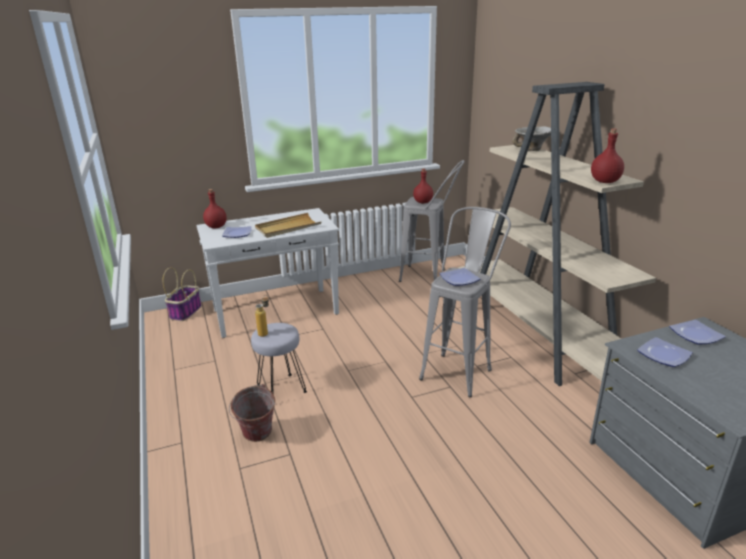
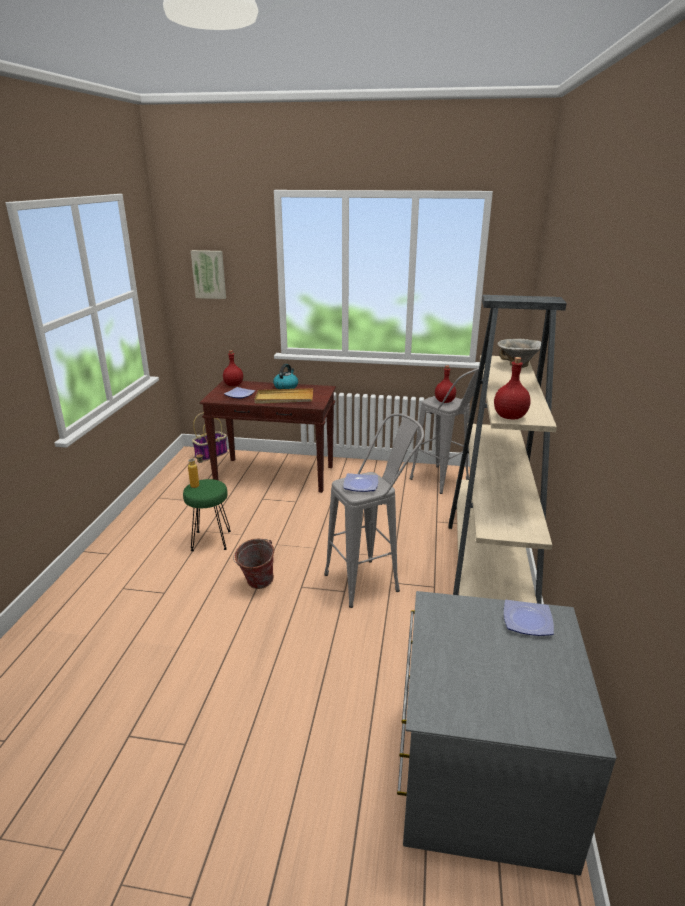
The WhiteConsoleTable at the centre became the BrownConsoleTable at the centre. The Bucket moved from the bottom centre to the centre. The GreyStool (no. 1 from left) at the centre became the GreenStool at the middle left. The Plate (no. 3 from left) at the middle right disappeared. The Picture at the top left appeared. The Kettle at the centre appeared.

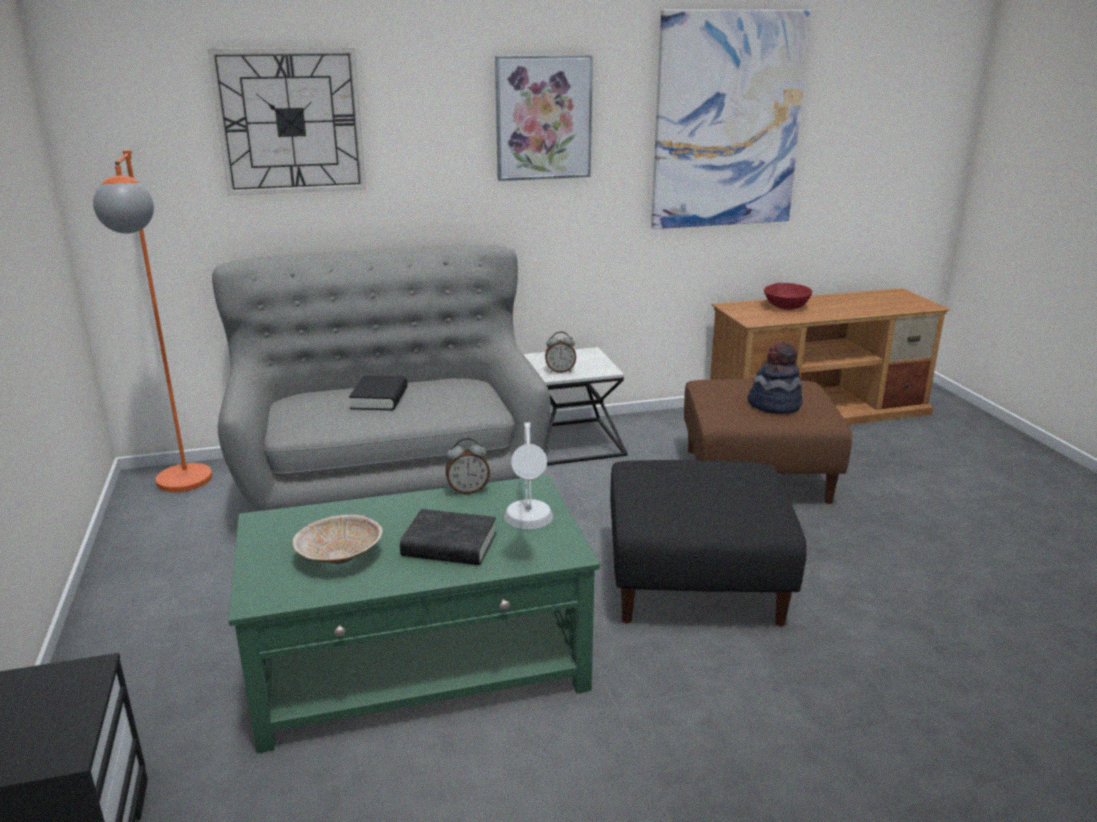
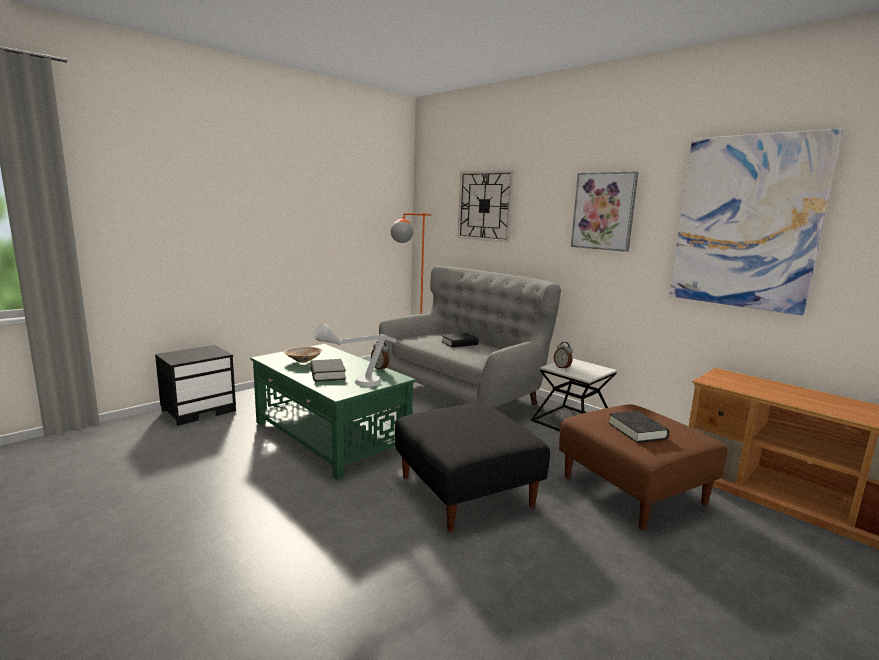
The Hat at the middle right was replaced by the BlackBook (no. 3 from left) at the middle right. The RedBowl at the middle right disappeared.

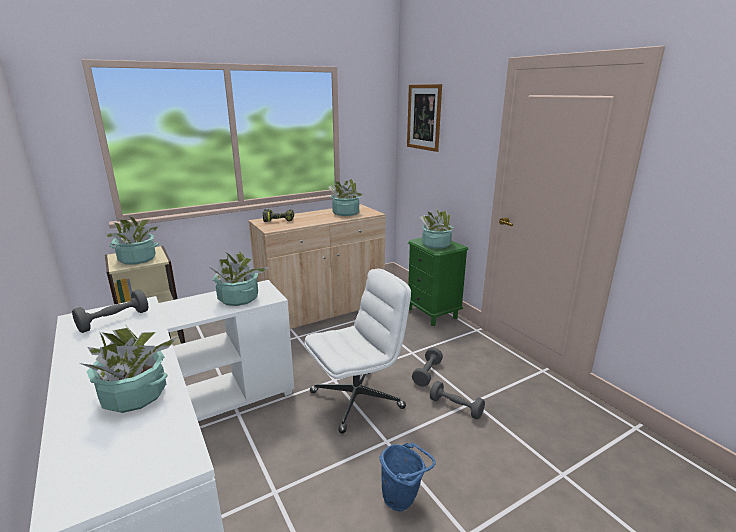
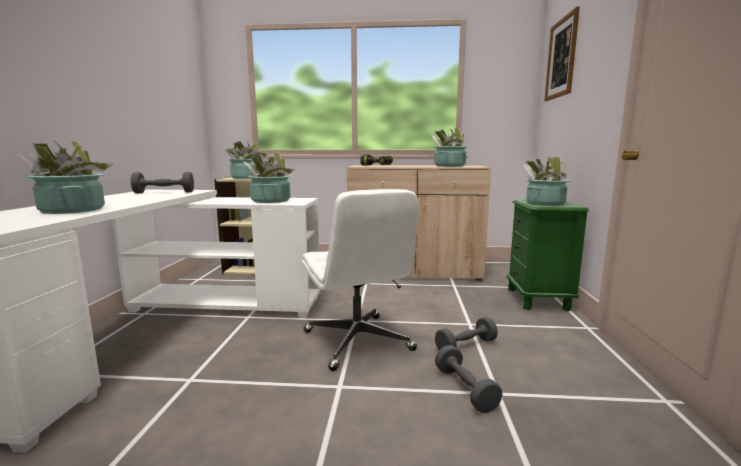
The WhiteOfficeChair at the centre turned 60 degrees clockwise. The BlueBucket at the bottom centre disappeared.

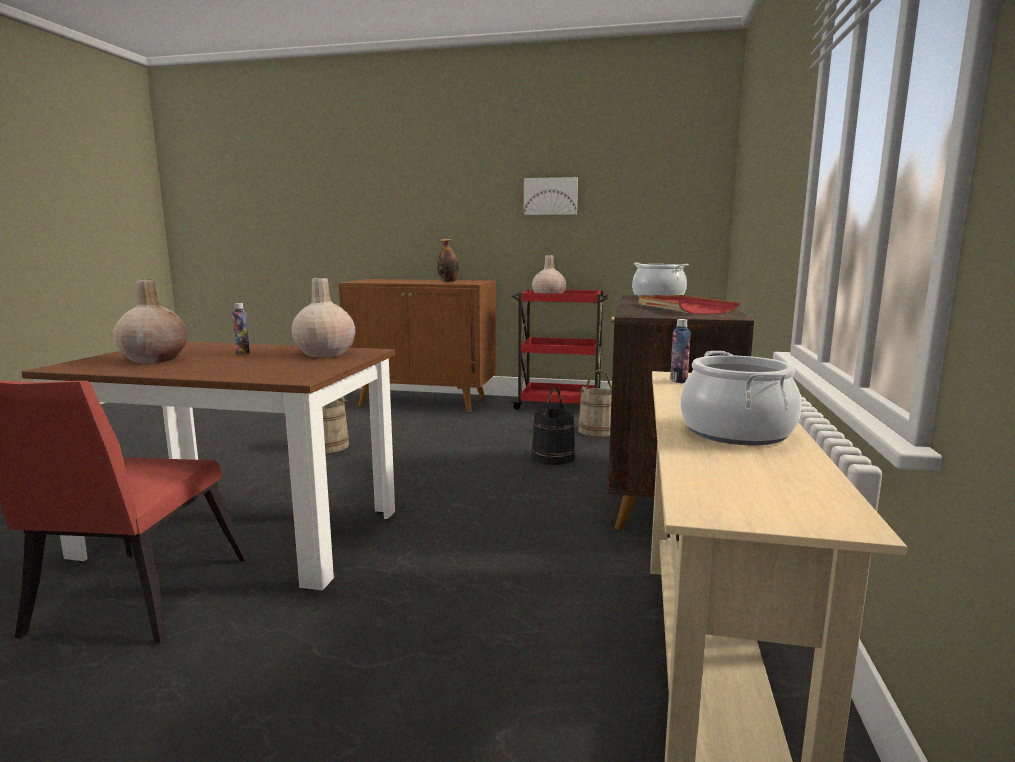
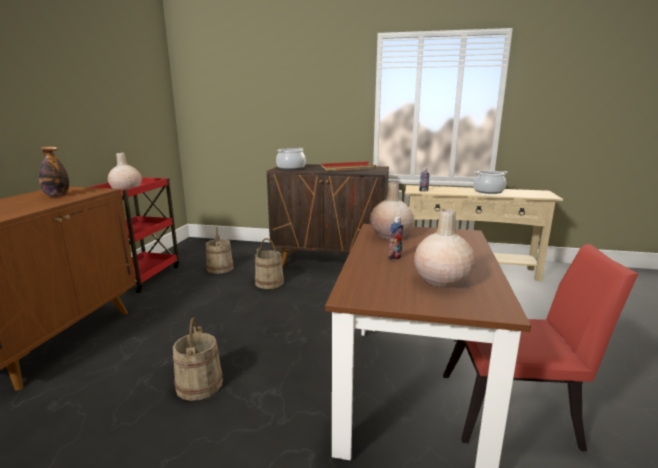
The Picture at the top centre disappeared. The BlackBucket at the centre became the BeigeBucket (no. 3 from left) at the centre.

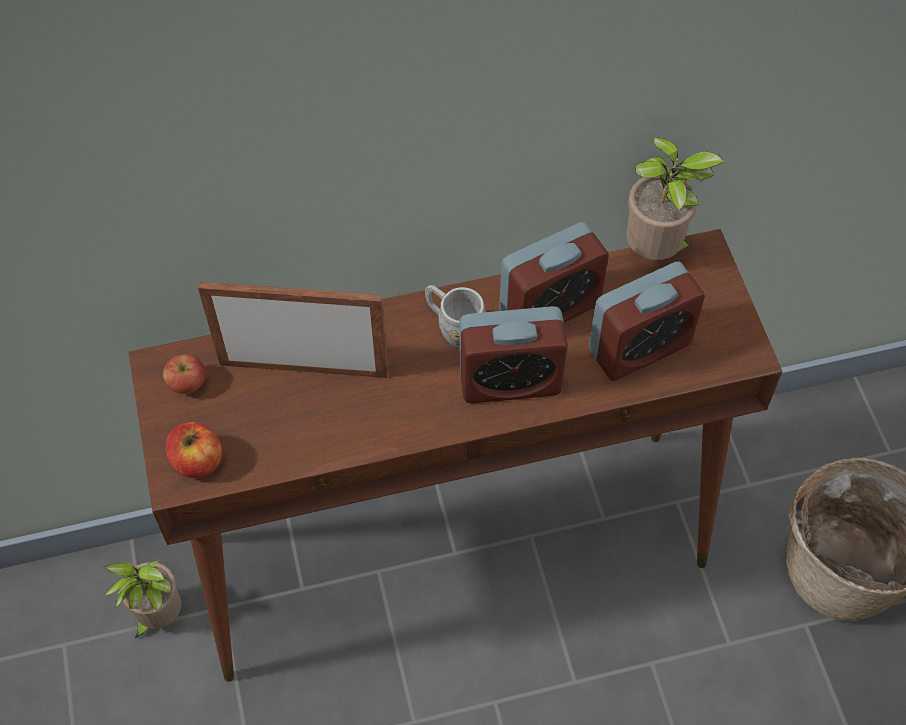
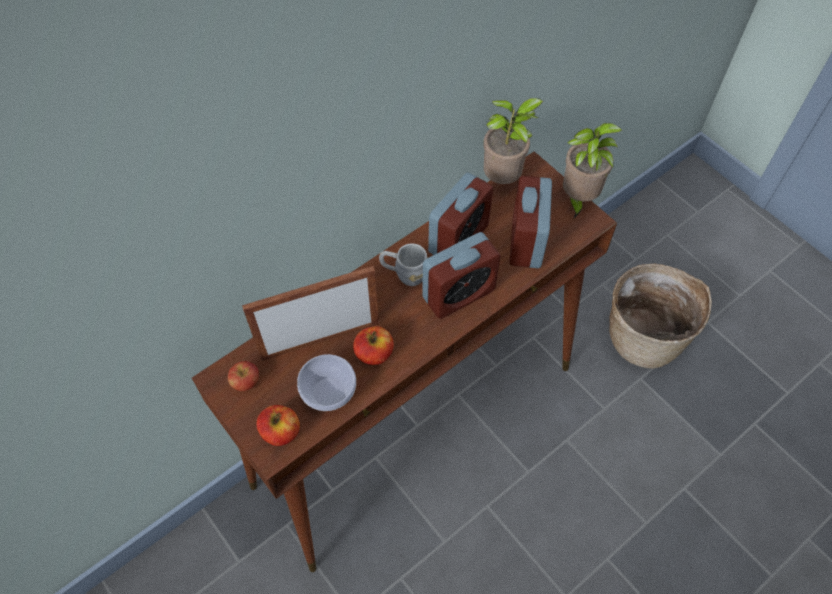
The PottedPlant (no. 1 from left in the first image) moved from the bottom left to the top right. The AlarmClock (no. 3 from left) at the middle right turned 150 degrees clockwise. The Bowl at the centre appeared. The Apple (no. 3 from left) at the centre appeared.

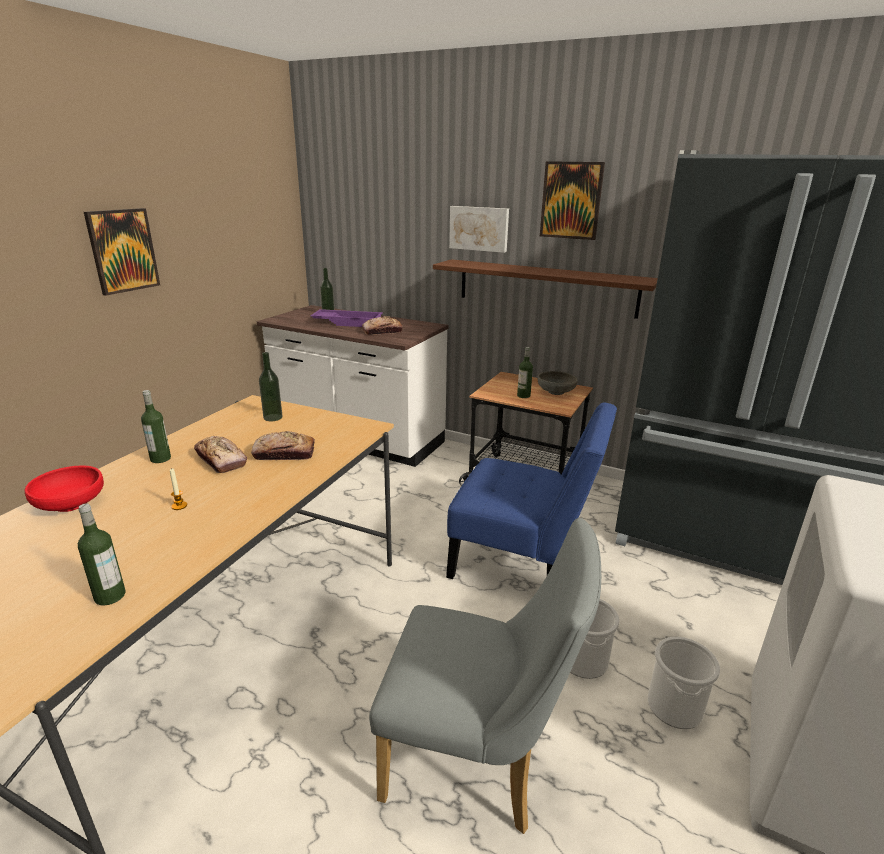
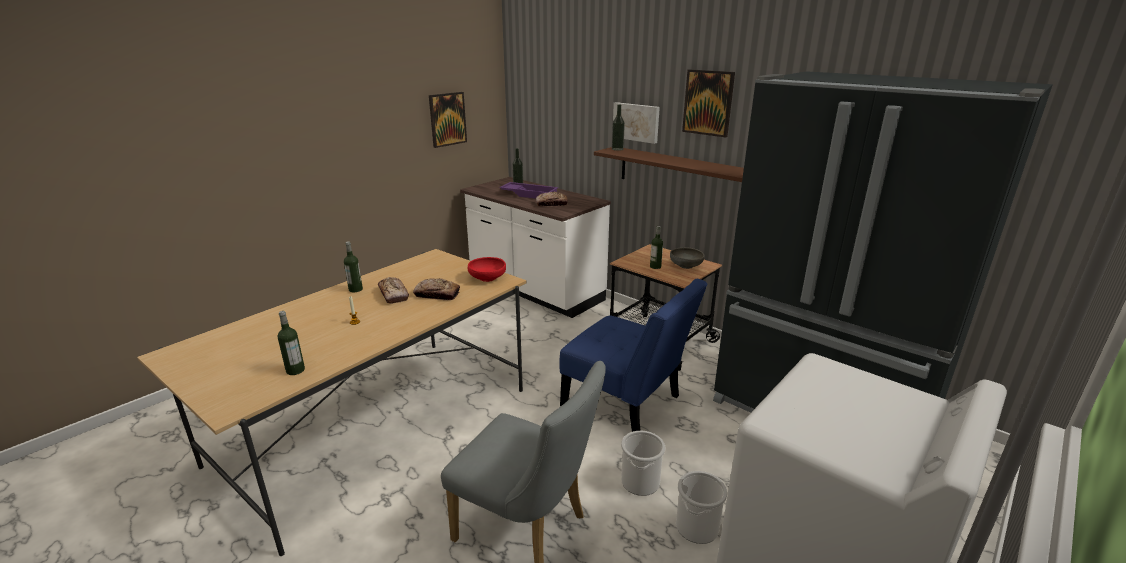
The RedBowl moved from the middle left to the centre. The Picture (no. 1 from left) moved from the top left to the top centre. The Bottle (no. 3 from left in the first image) moved from the middle left to the top centre.

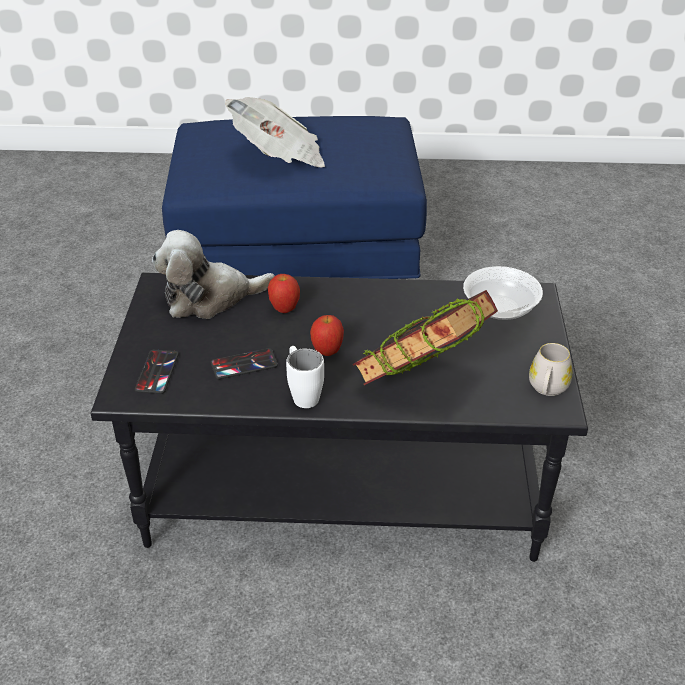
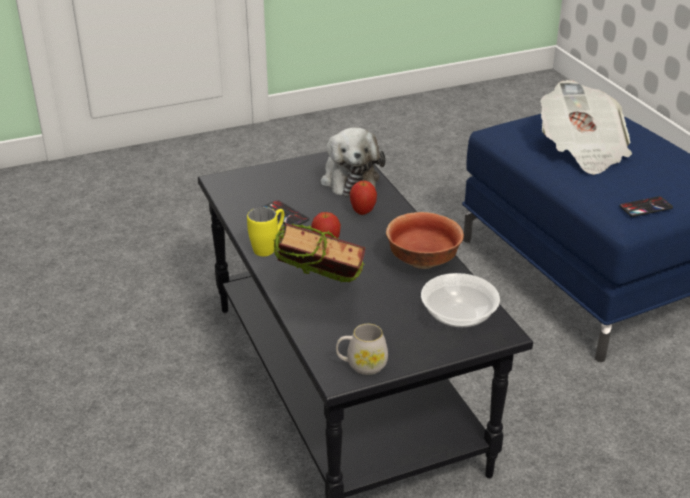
The Phone (no. 1 from left in the first image) moved from the middle left to the middle right. The PlushToy at the middle left turned 150 degrees counterclockwise. The WhiteMug (no. 1 from left) at the centre became the YellowMug at the centre. The Bowl (no. 1 from left) at the centre appeared.

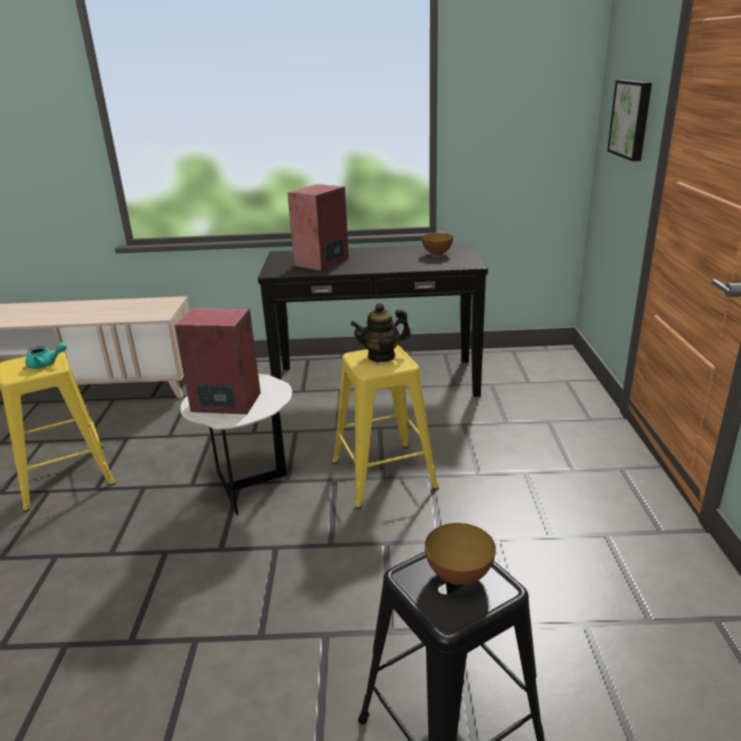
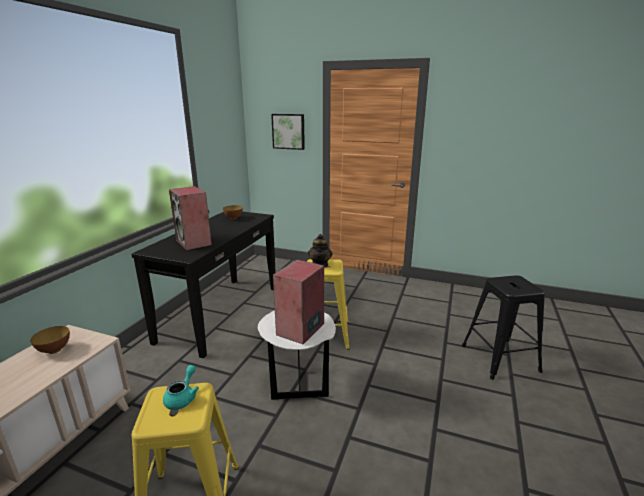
The Bowl (no. 2 from left in the first image) moved from the bottom centre to the bottom left.

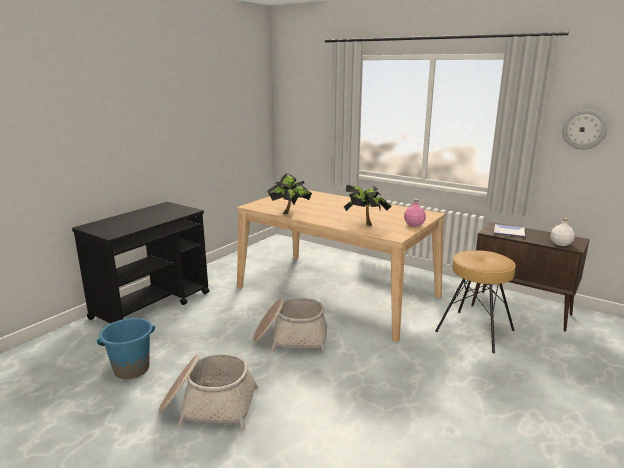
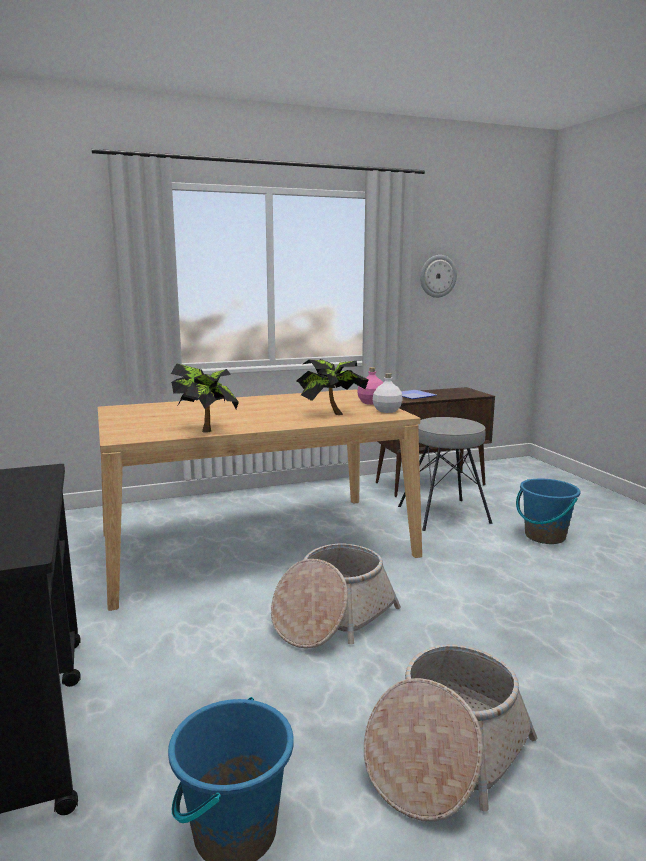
The BrownStool at the middle right became the GreyStool at the middle right. The WhiteBottle moved from the middle right to the centre. The BlueBucket (no. 2 from left) at the middle right appeared.

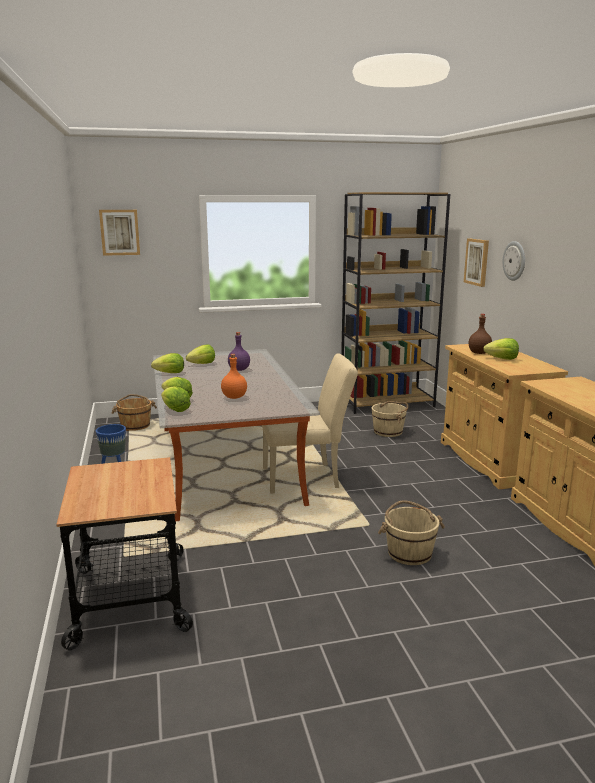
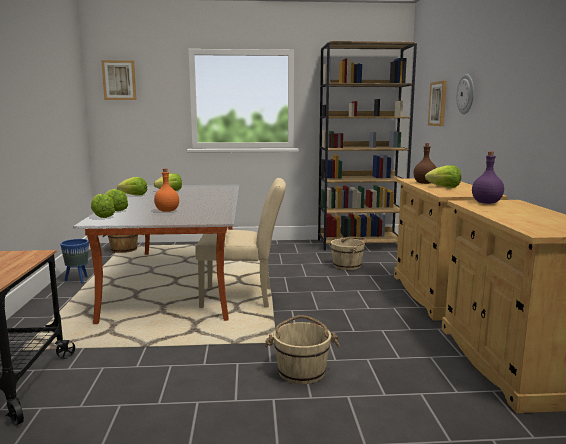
The PurpleBottle moved from the centre to the middle right.

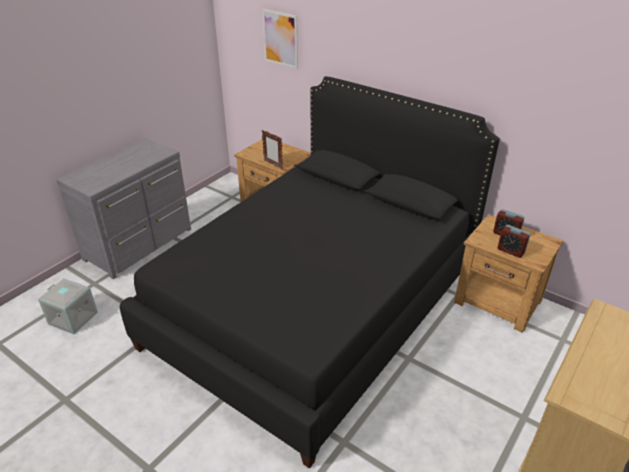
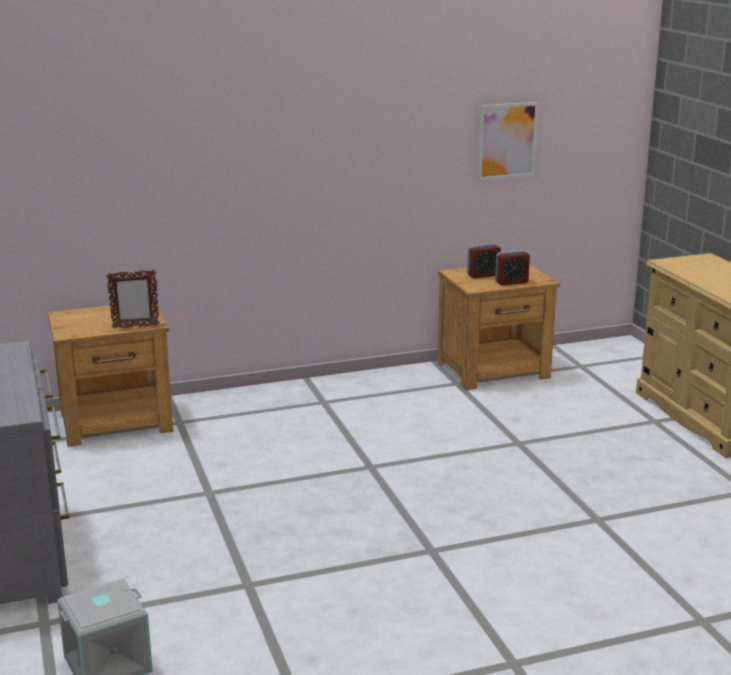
The BlackBed at the centre disappeared. The Picture moved from the top centre to the top right.

